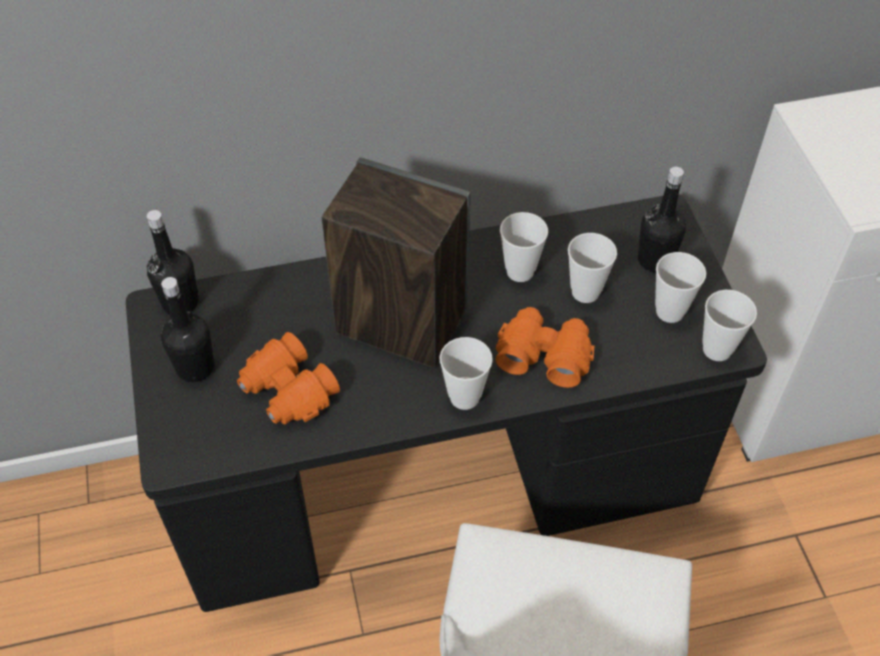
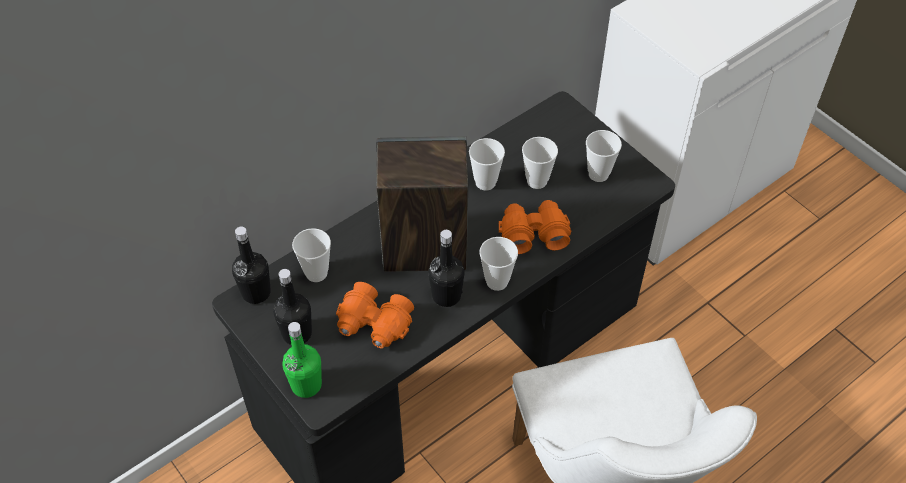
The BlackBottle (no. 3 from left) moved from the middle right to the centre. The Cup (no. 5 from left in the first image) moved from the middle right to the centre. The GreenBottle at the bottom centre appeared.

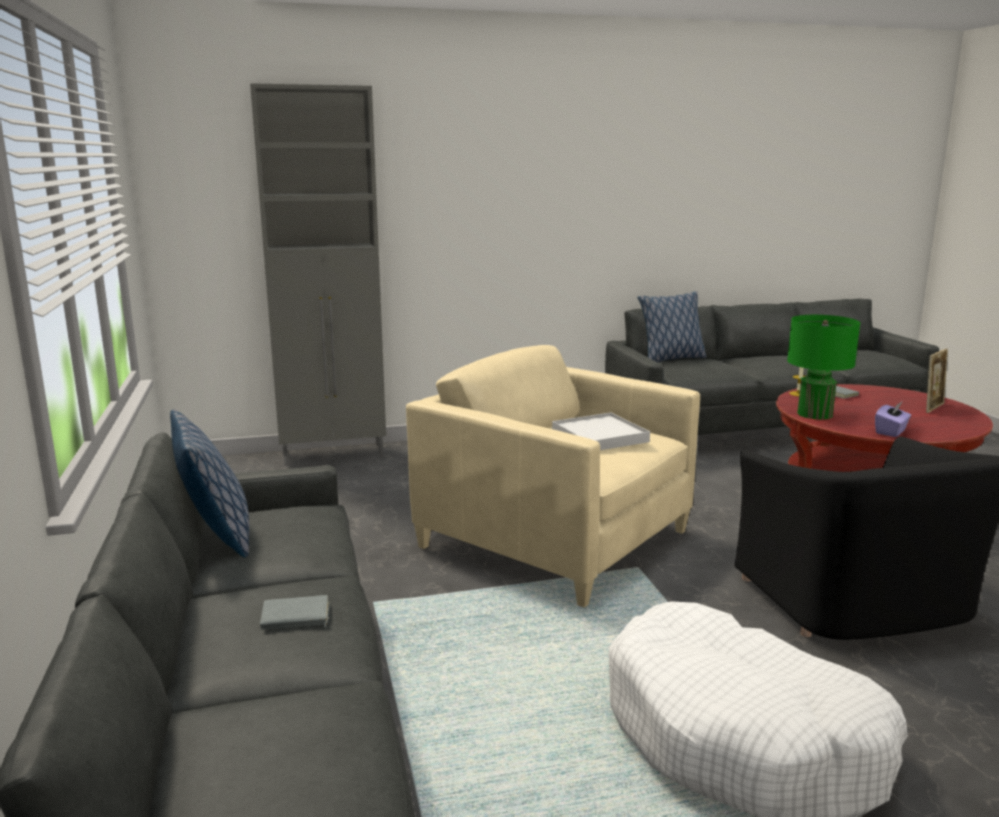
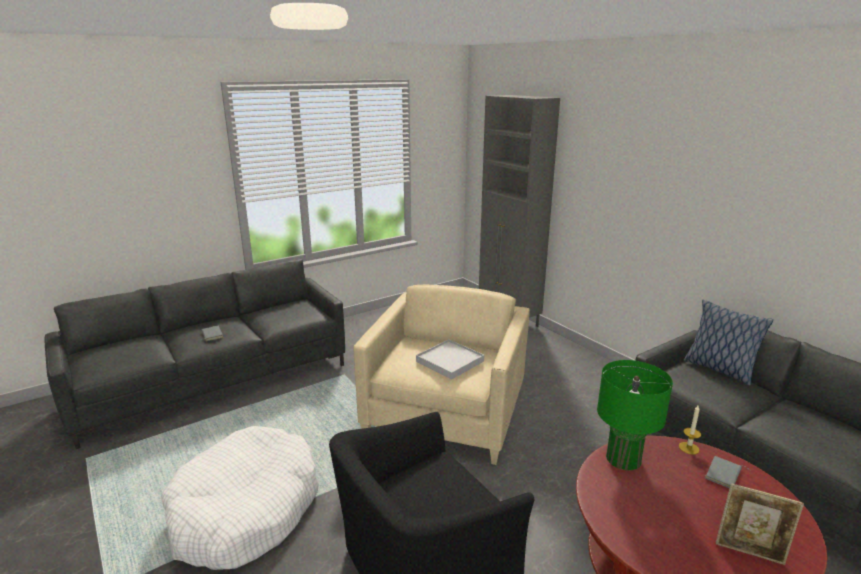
The Pillow (no. 1 from left) at the middle left disappeared. The PurpleTissueBox at the middle right disappeared.

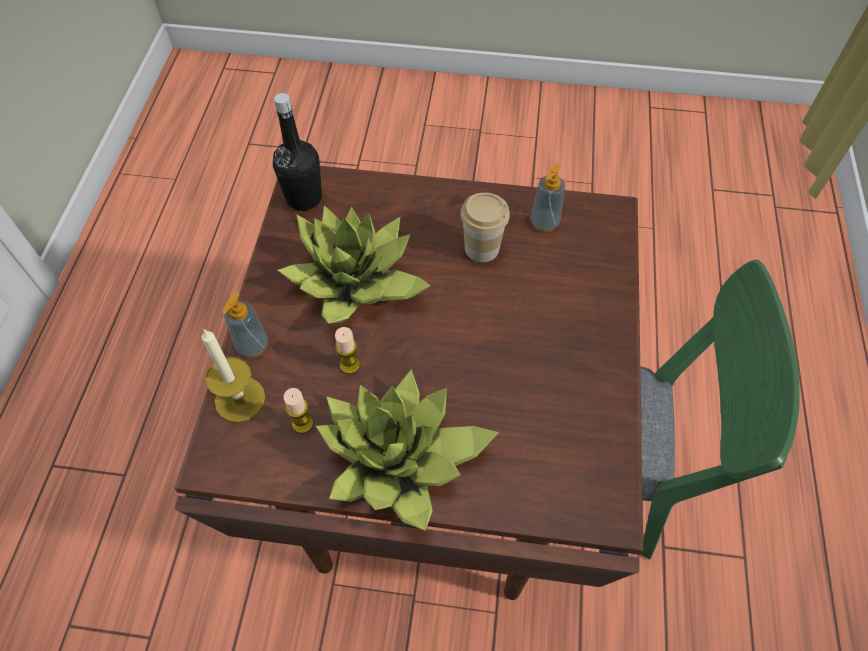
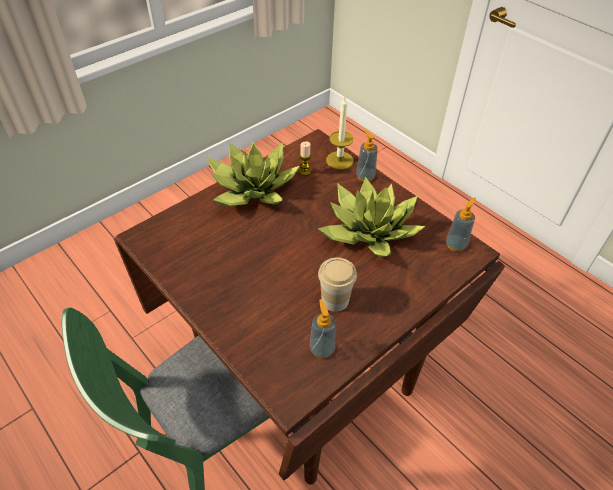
The BlackBottle at the top centre was replaced by the SoapDispenser (no. 3 from left) at the middle right. The Candle (no. 3 from left) at the centre disappeared.

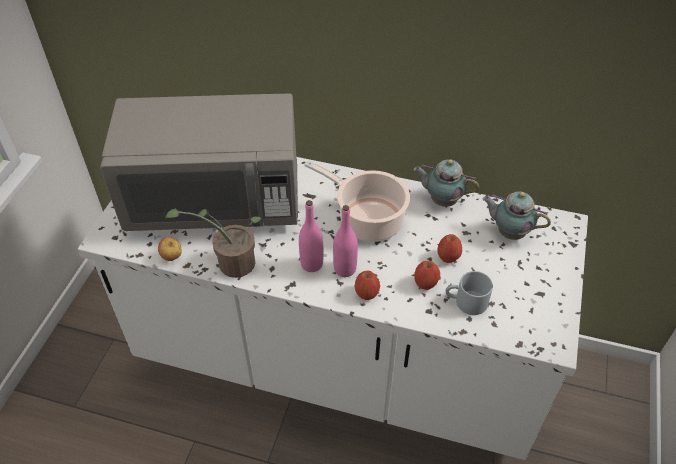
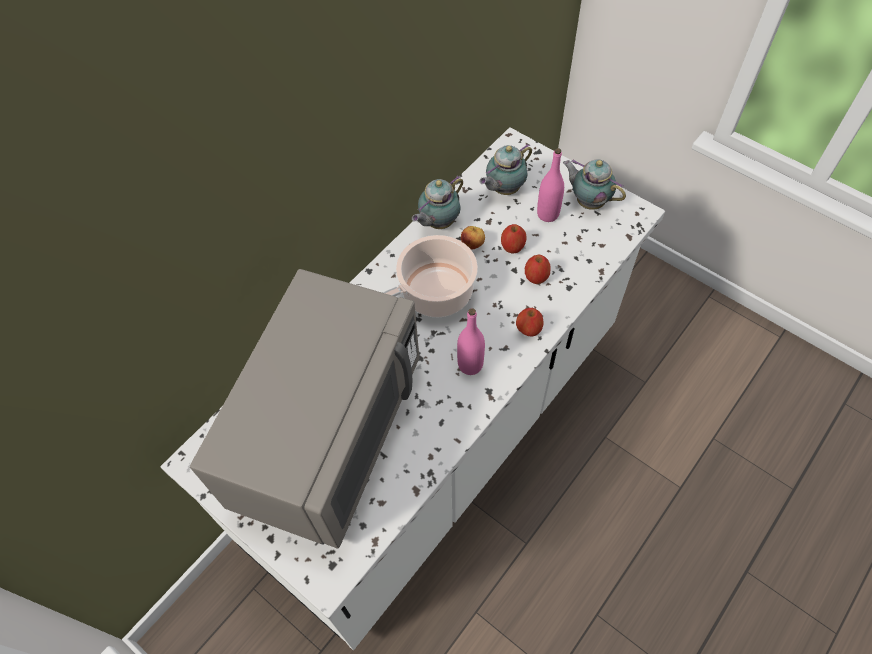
The Apple (no. 1 from left) moved from the middle left to the centre. The PottedPlant at the middle left disappeared. The PinkBottle (no. 2 from left) moved from the centre to the top centre. The GreyMug at the middle right disappeared. The Teapot (no. 3 from left) at the top right appeared.

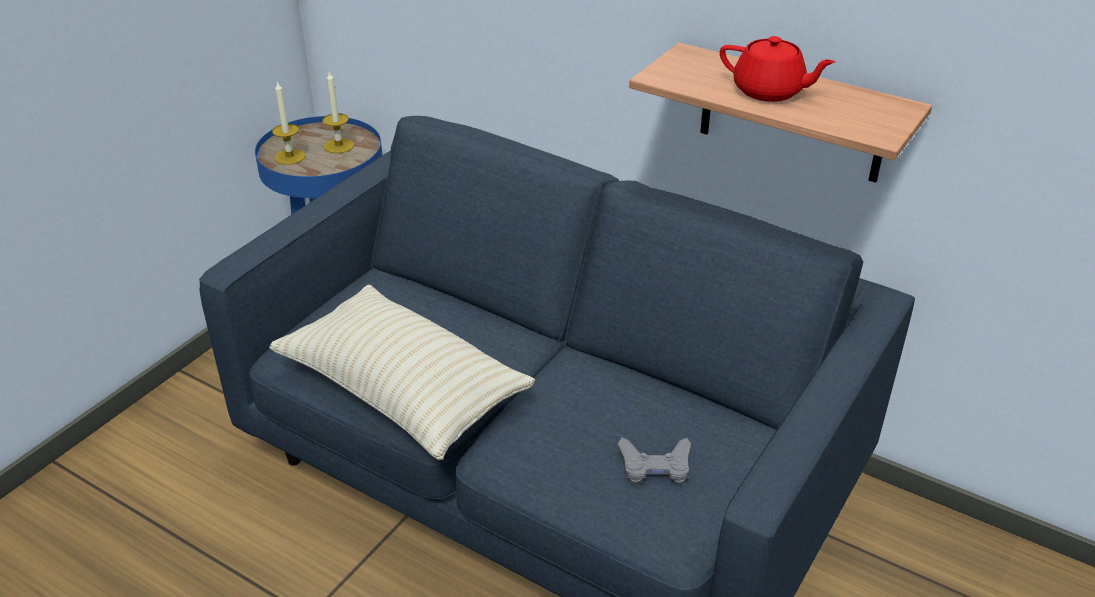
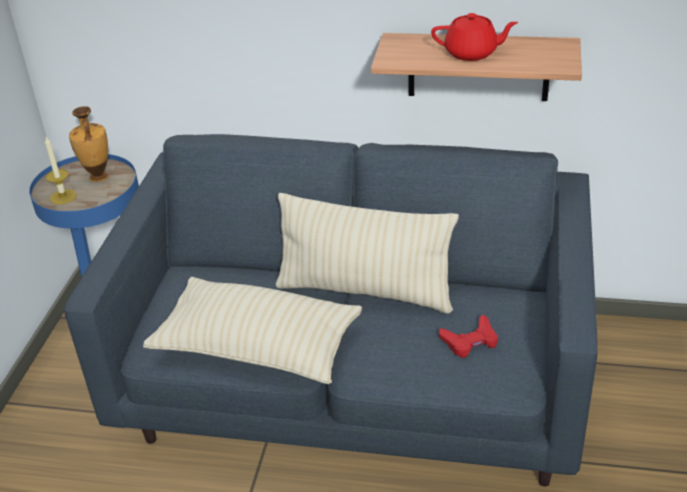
The Candle (no. 2 from left) at the top left was replaced by the Vase at the top left. The GreyGameController at the bottom centre became the RedGameController at the bottom right. The BeigePillow (no. 2 from left) at the centre appeared.

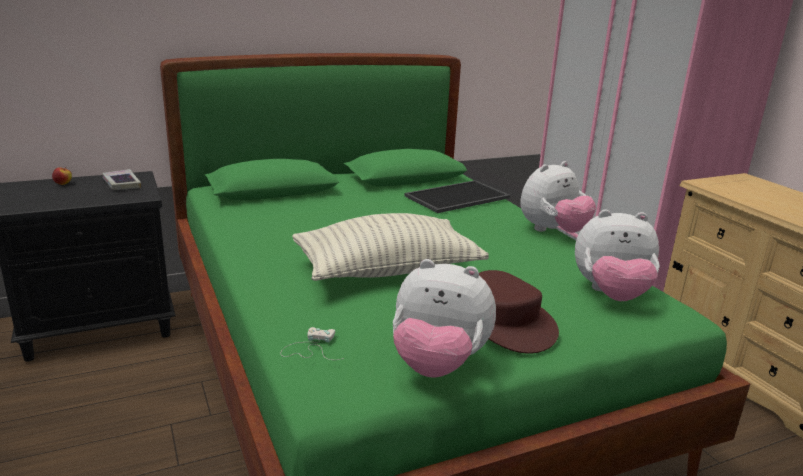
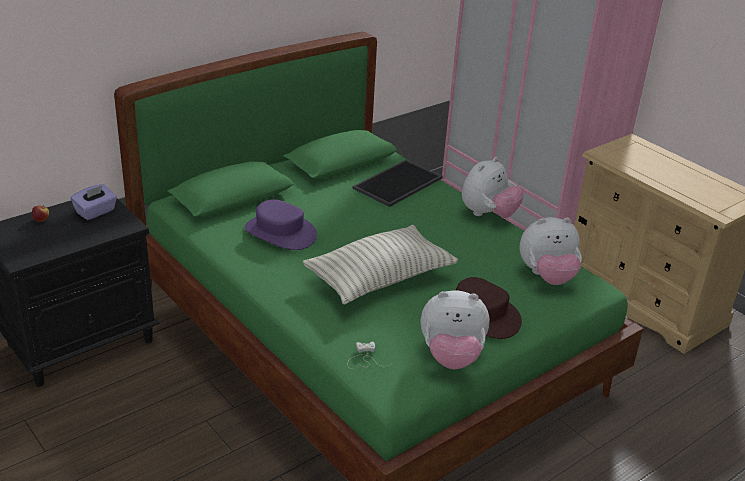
The Book at the middle left was replaced by the PurpleTissueBox at the middle left. The PurpleHat at the centre appeared.

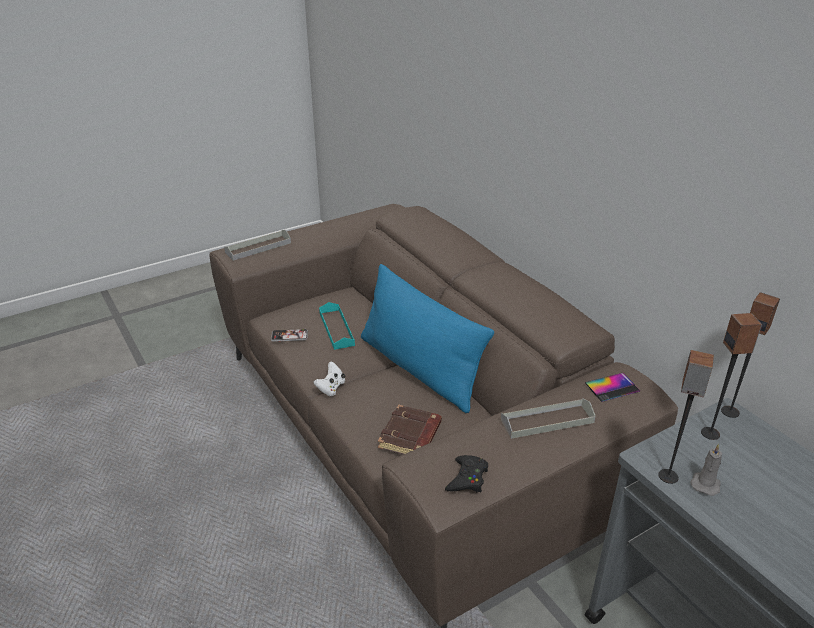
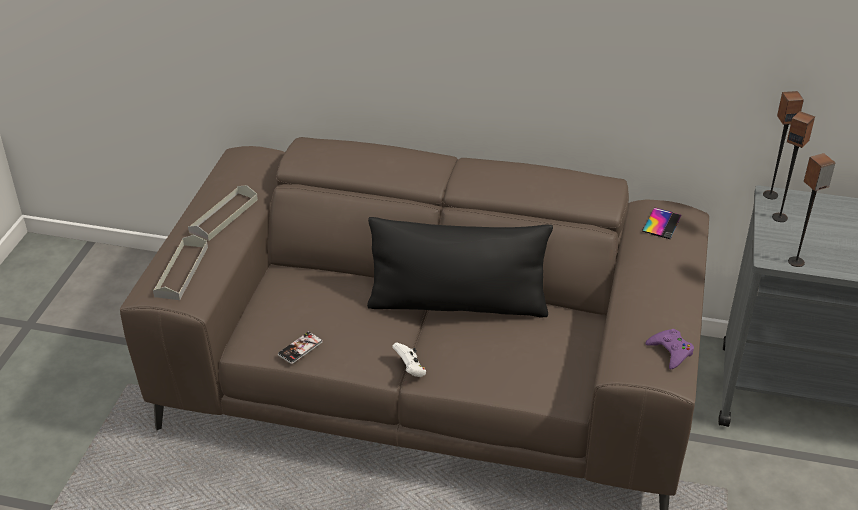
The TurquoiseTray at the centre disappeared. The BluePillow at the centre became the BlackPillow at the centre. The BrownBook at the bottom centre disappeared. The BlackGameController at the bottom centre became the PurpleGameController at the bottom right. The GreyTray (no. 2 from left) moved from the middle right to the middle left. The GreyCandle at the bottom right disappeared.

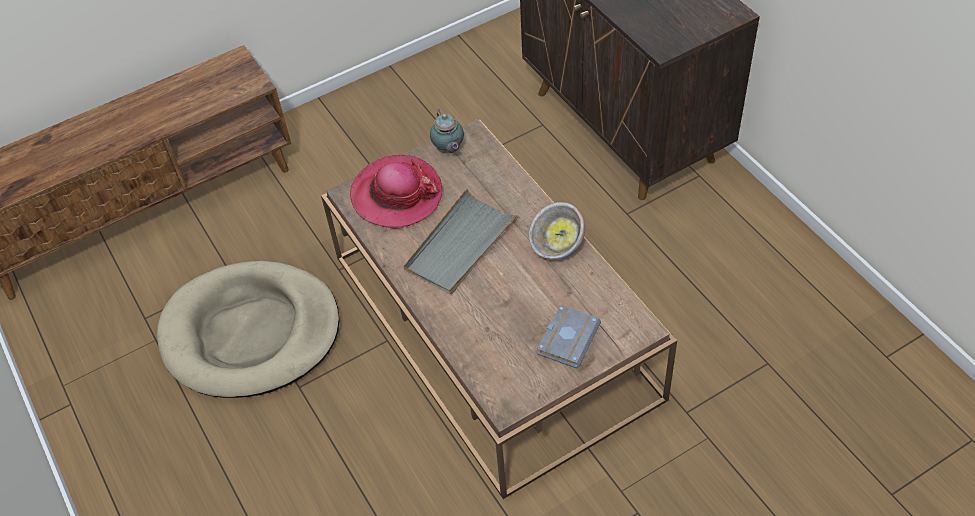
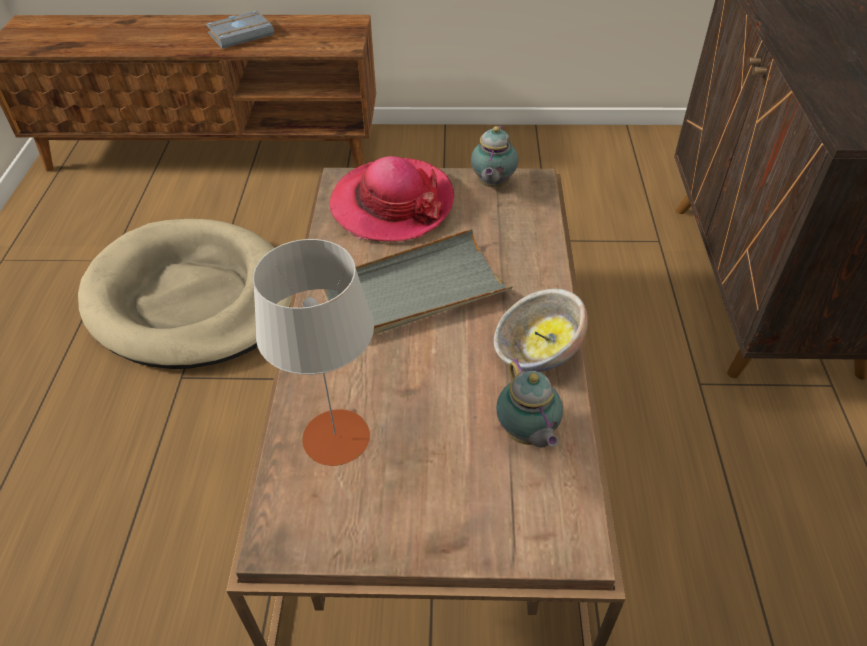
The GreyBook moved from the centre to the top left. The GreyTableLamp at the centre appeared. The Teapot (no. 2 from left) at the centre appeared.

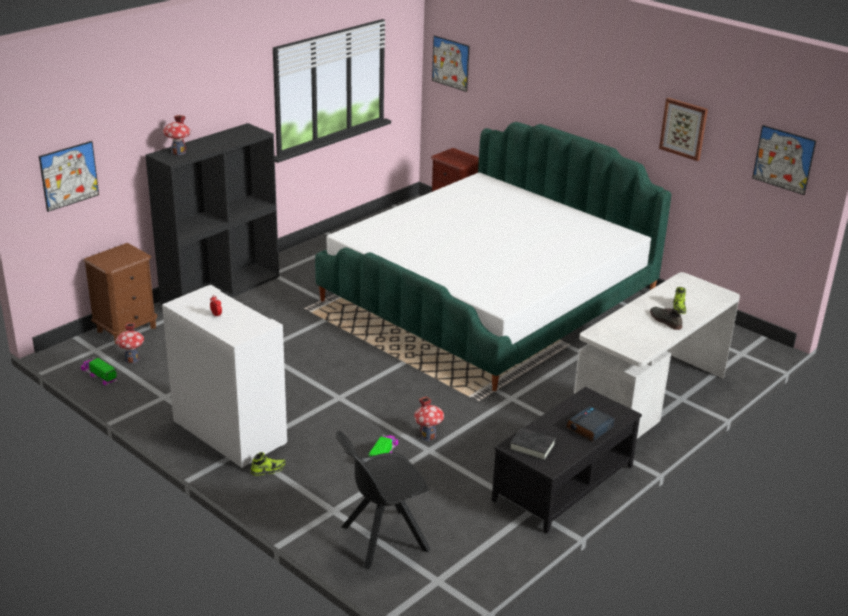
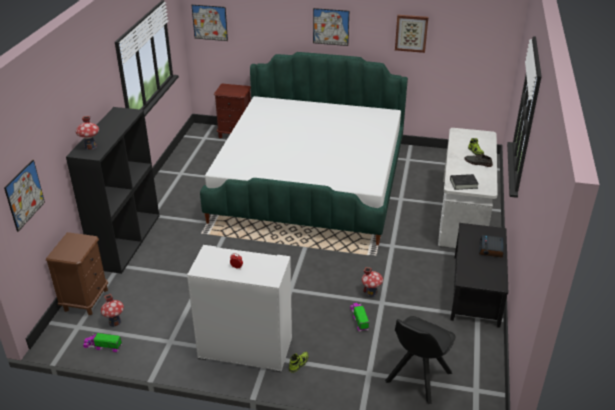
The BlackBook moved from the bottom centre to the middle right. The Picture (no. 4 from left in the first image) moved from the top right to the top centre.

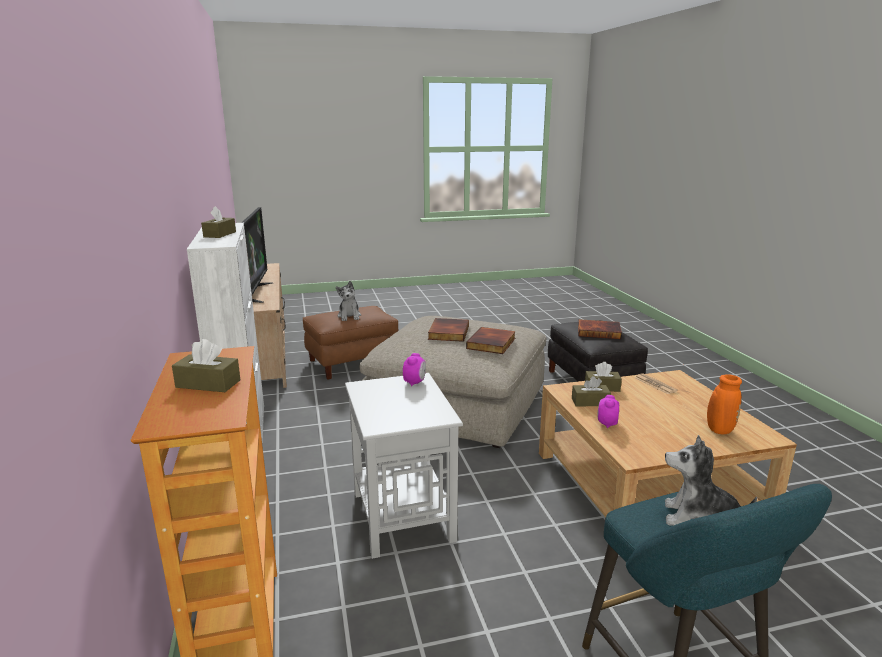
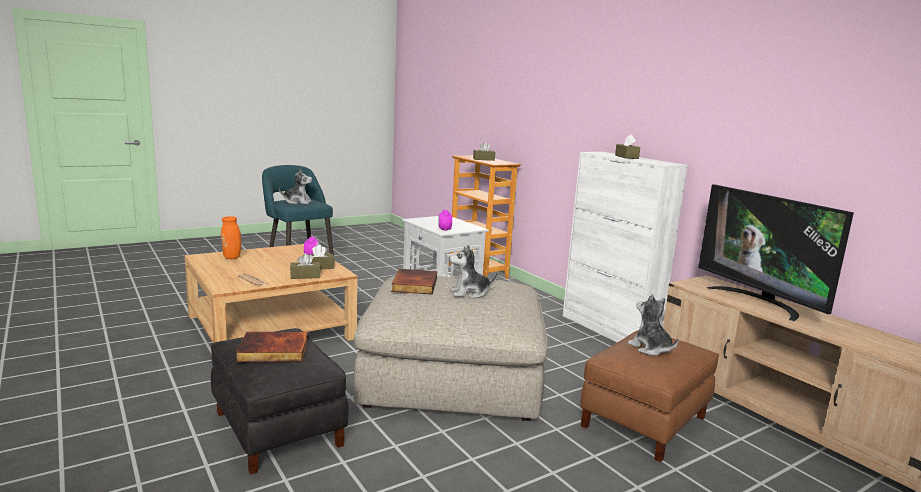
The Book (no. 1 from left) at the centre was replaced by the PlushToy (no. 2 from left) at the centre.

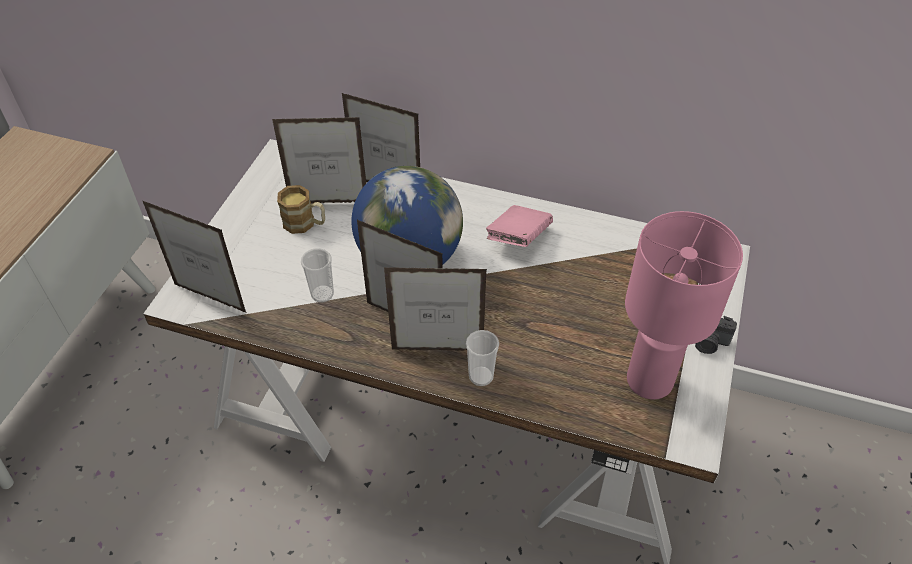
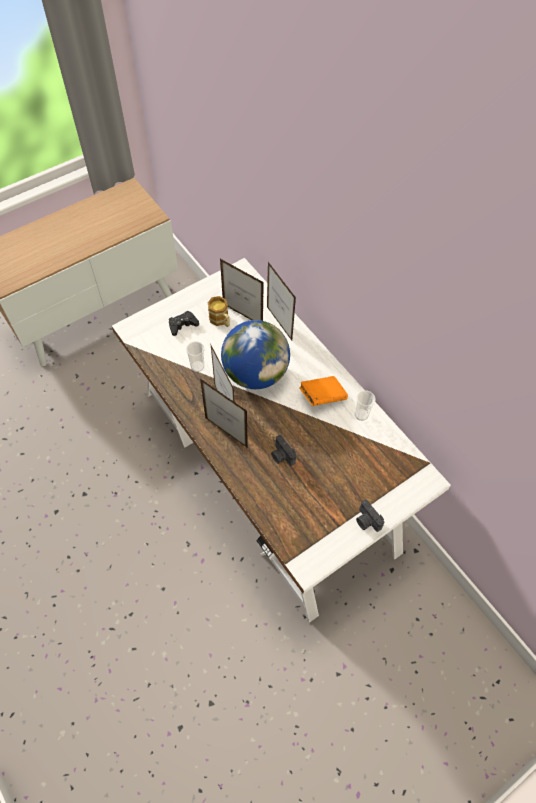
The PictureFrame (no. 1 from left) at the middle left disappeared. The Cup (no. 2 from left) moved from the centre to the middle right. The PinkBook at the centre became the OrangeBook at the centre. The PinkTableLamp at the middle right disappeared. The BlackGameController at the centre appeared. The PhotoCamera (no. 1 from left) at the centre appeared.

